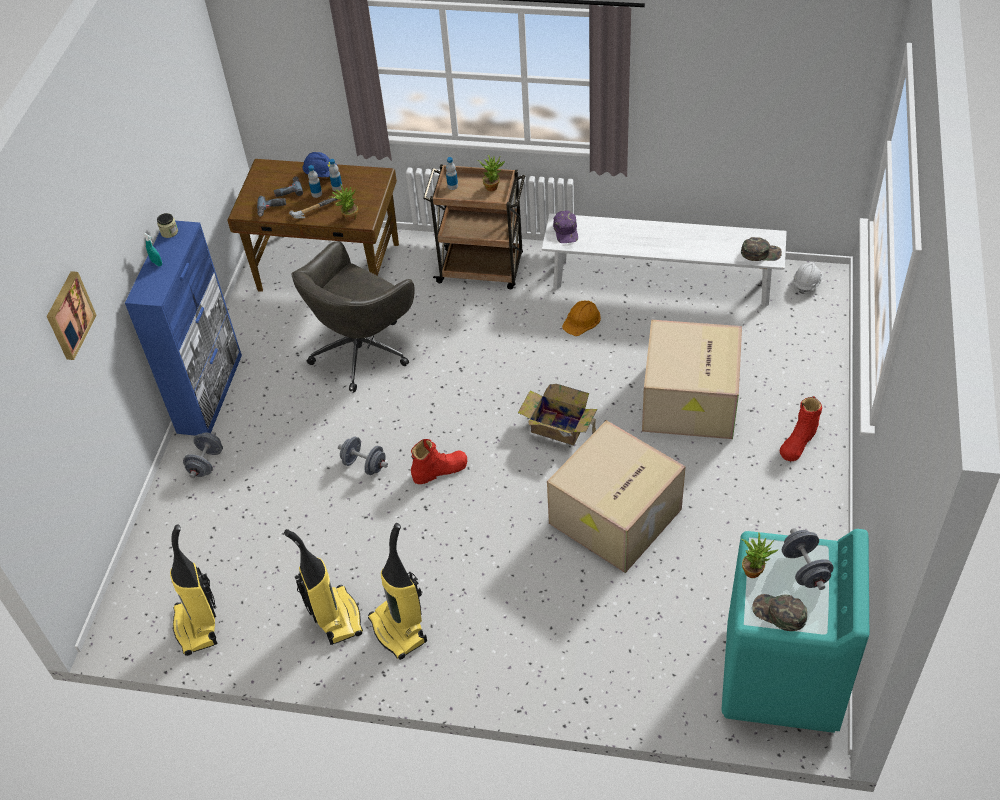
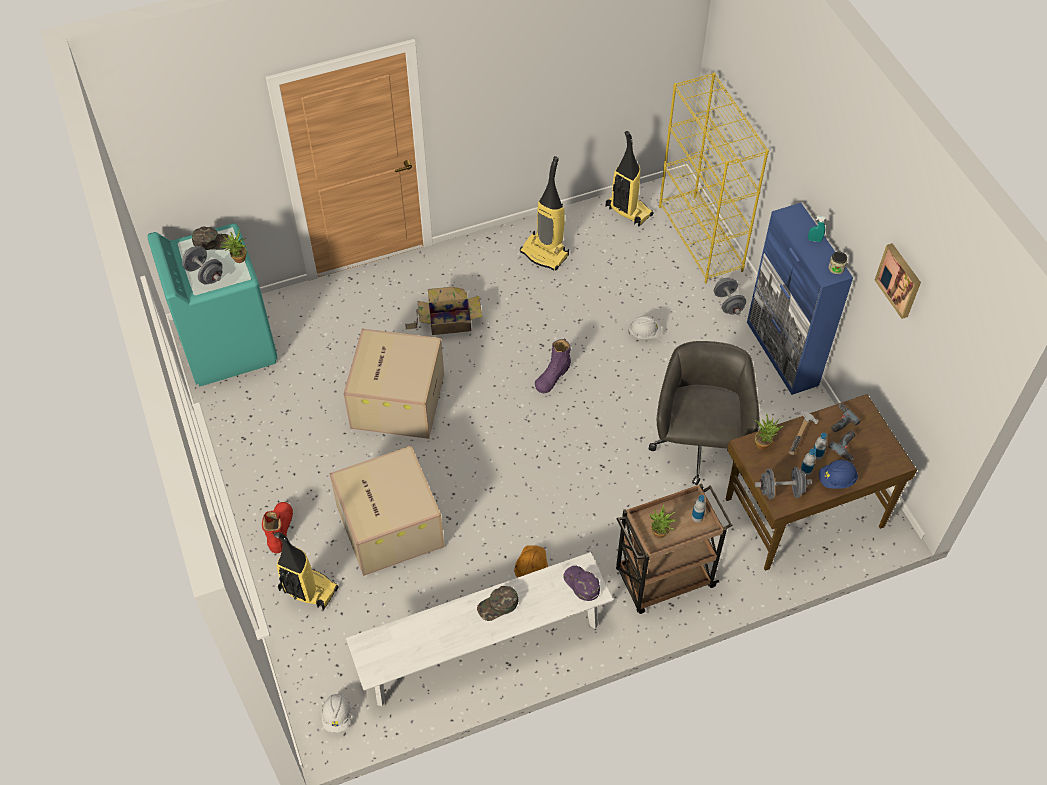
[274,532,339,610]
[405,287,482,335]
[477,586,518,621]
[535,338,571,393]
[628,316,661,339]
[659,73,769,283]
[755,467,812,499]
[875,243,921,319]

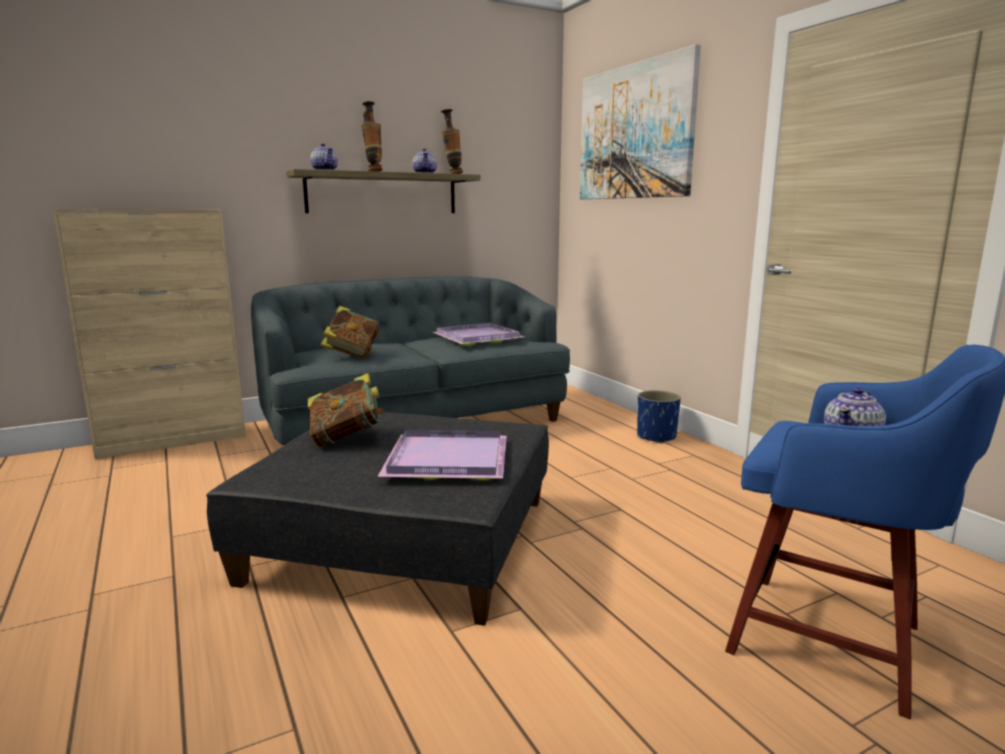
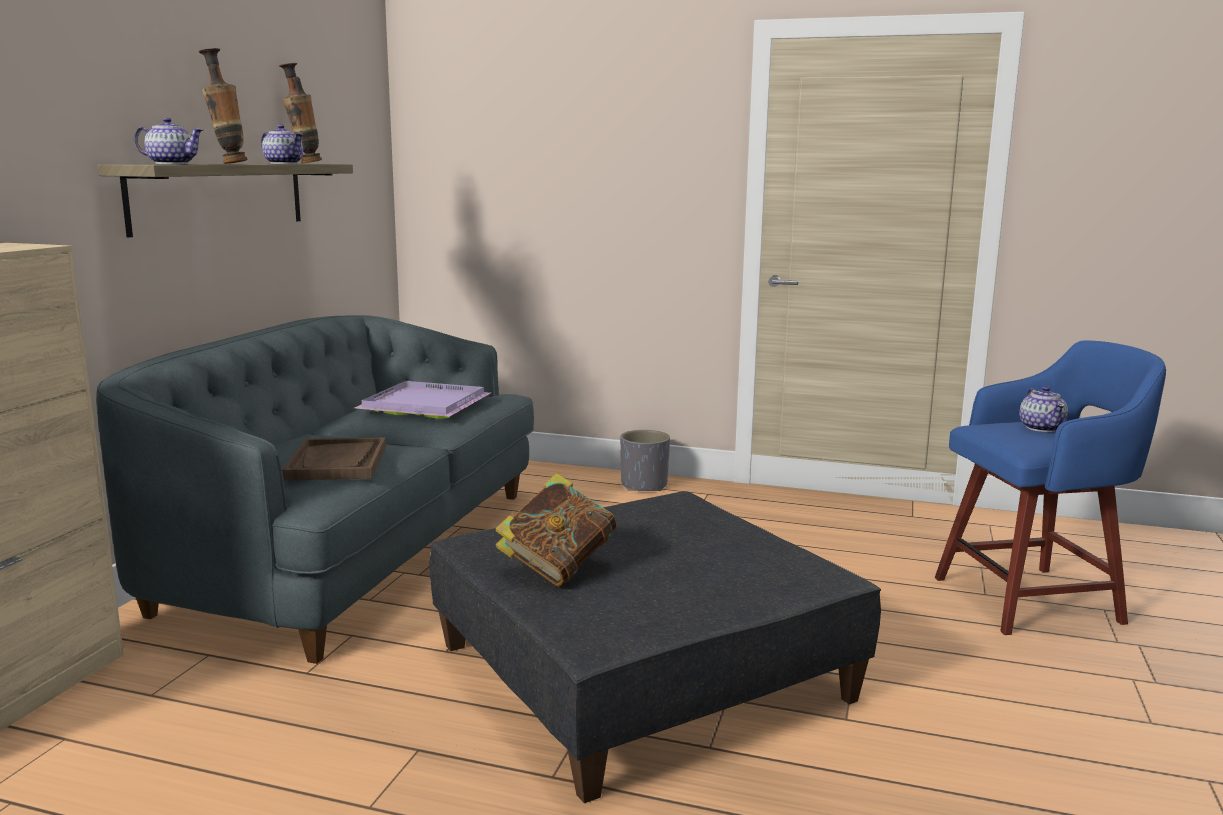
[282,438,386,480]
[620,430,670,491]
[377,430,507,481] (first image)
[580,44,701,199] (first image)

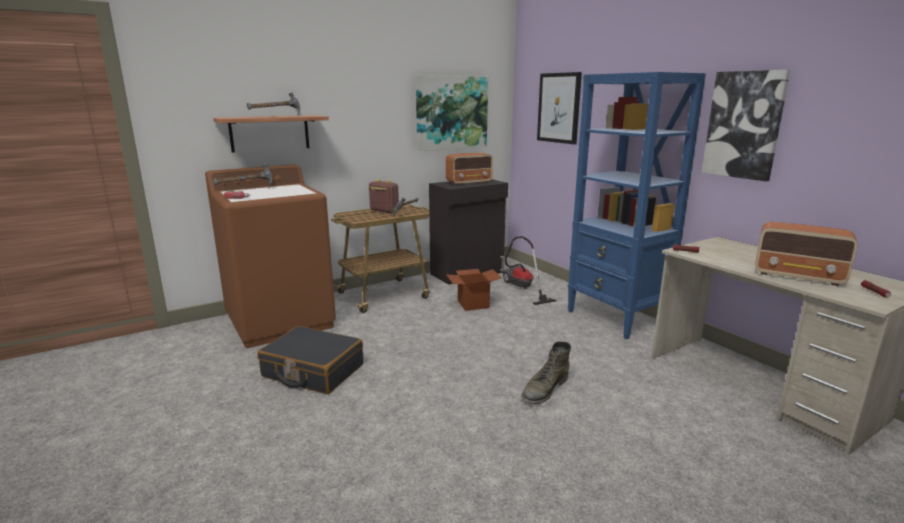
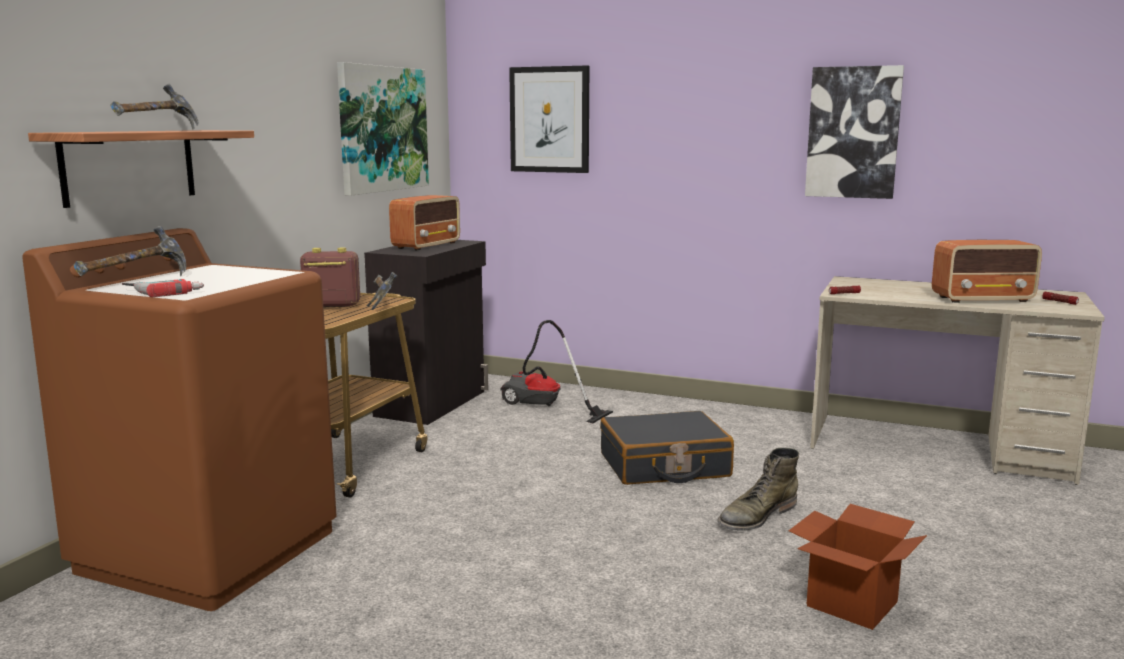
[600,411,734,485]
[717,448,799,531]
[789,504,927,630]
[568,72,706,339] (first image)

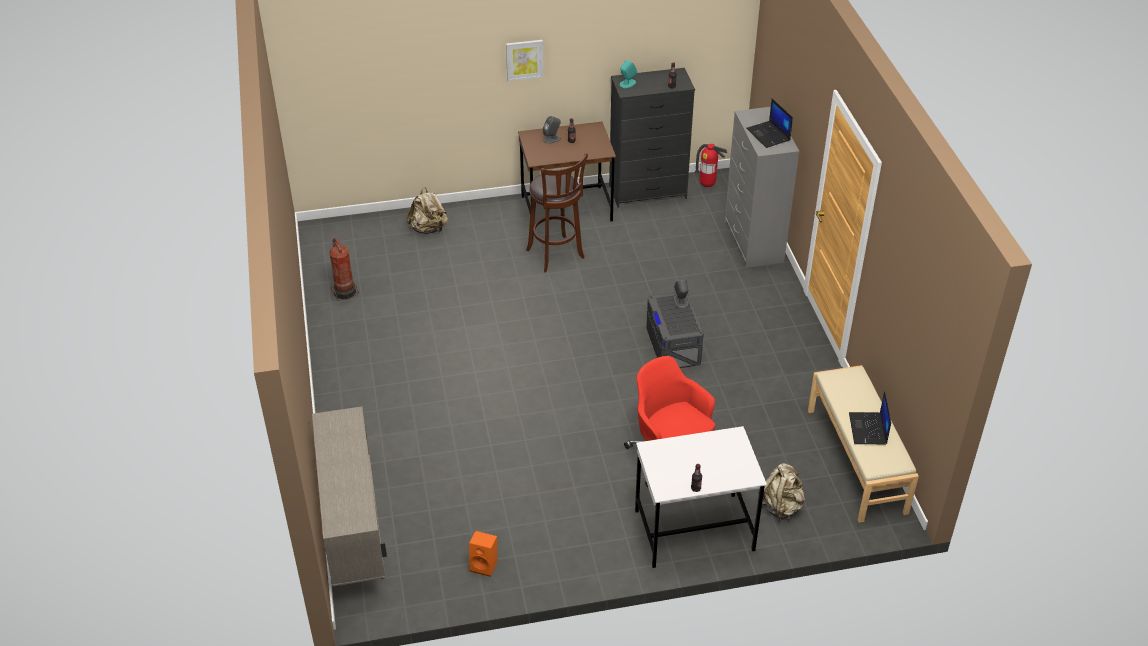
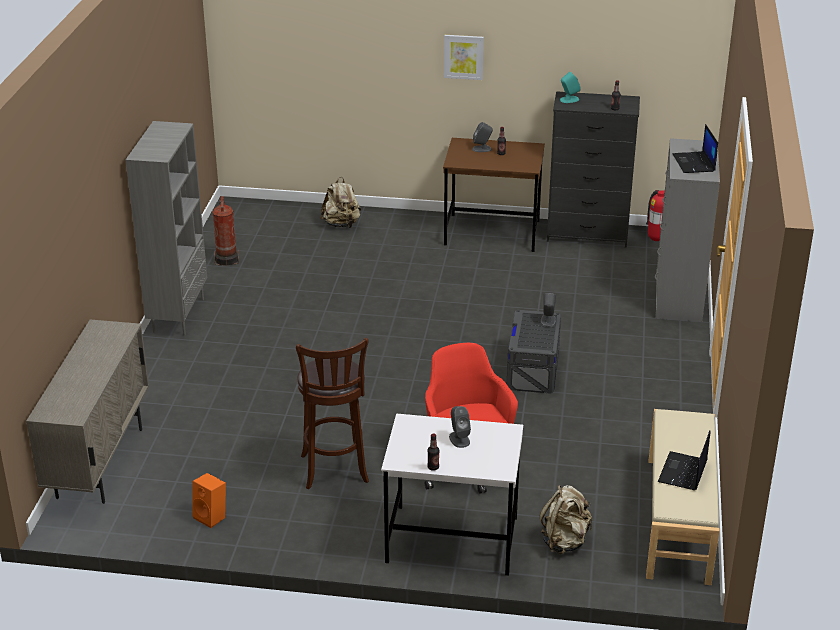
[126,121,207,336]
[296,338,369,489]
[449,406,471,448]

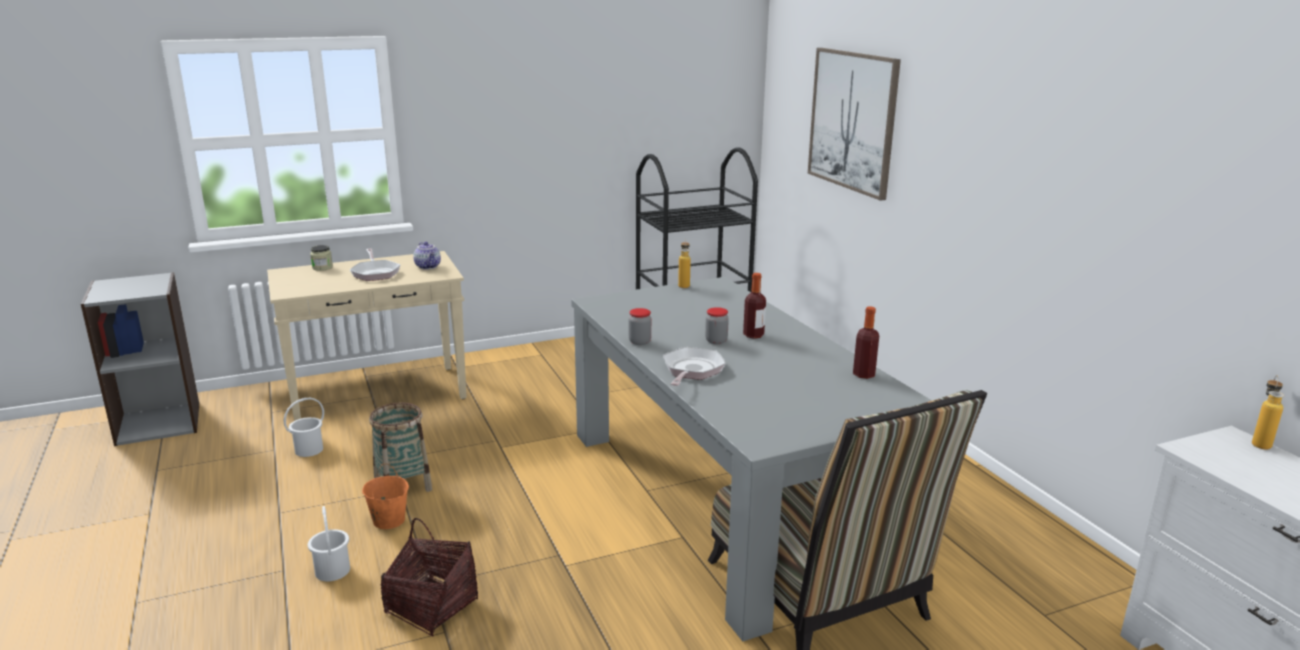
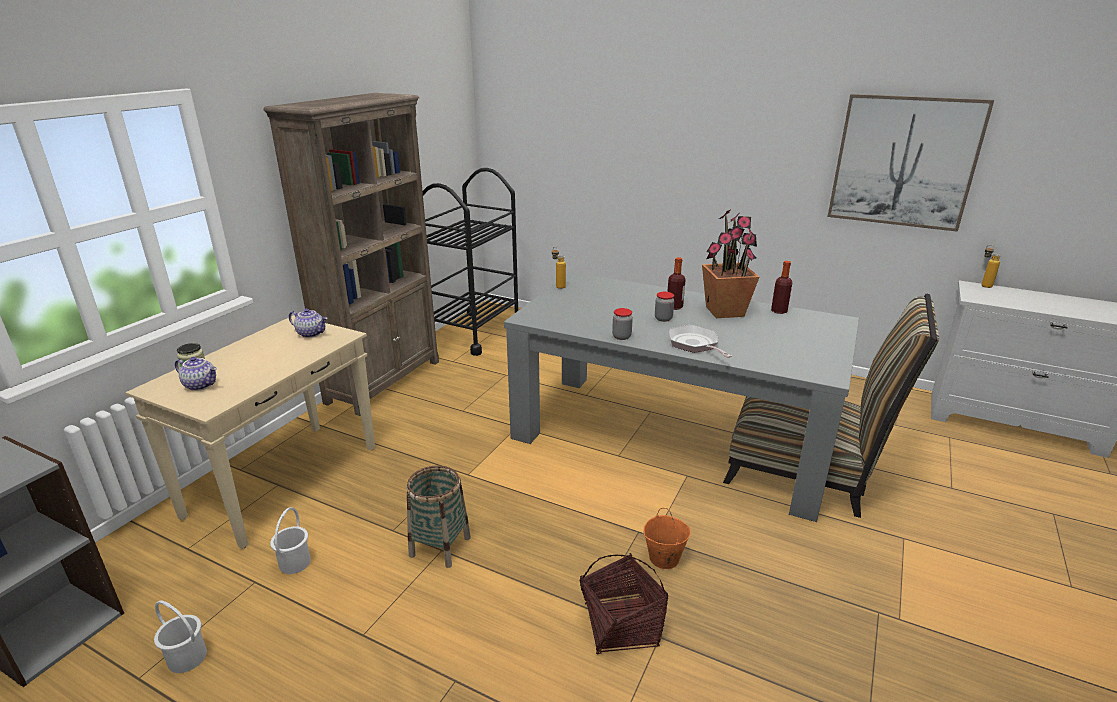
[154,601,207,673]
[175,357,217,391]
[263,93,439,416]
[643,508,691,569]
[702,209,759,318]
[827,94,994,232]
[350,248,400,281] (first image)

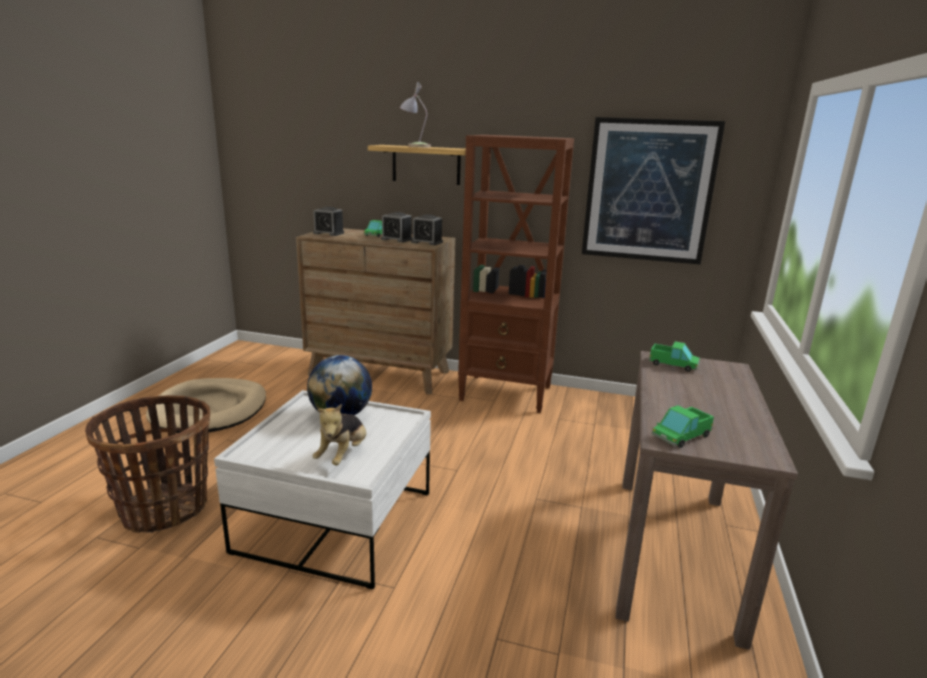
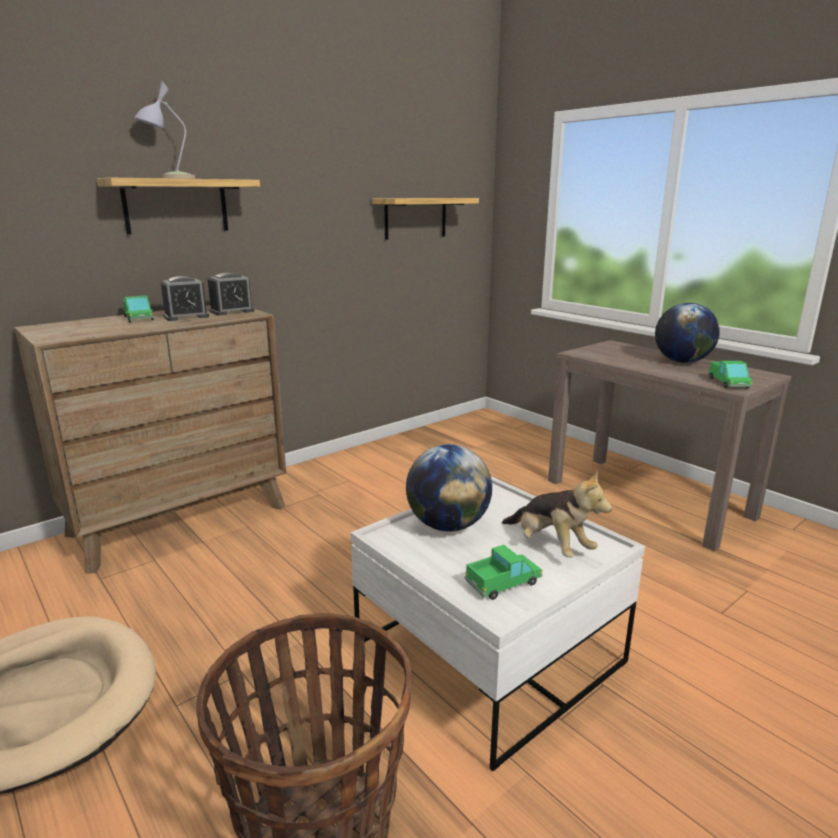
[372,198,479,240]
[465,545,543,600]
[655,303,720,363]
[313,207,344,236] (first image)
[458,135,574,413] (first image)

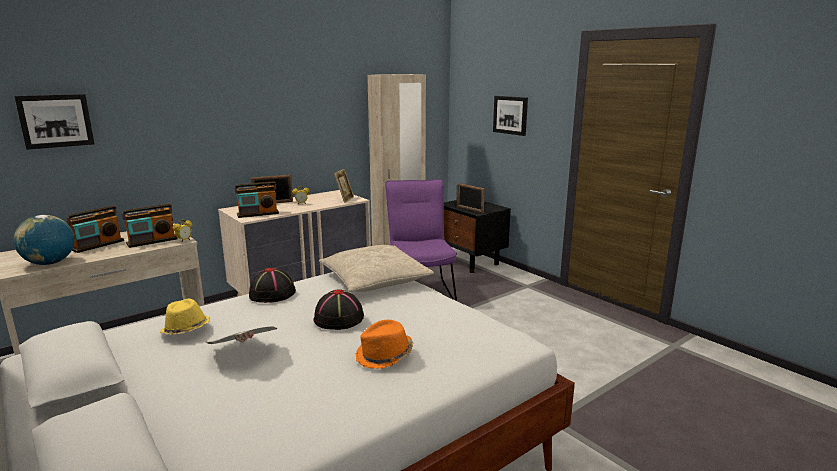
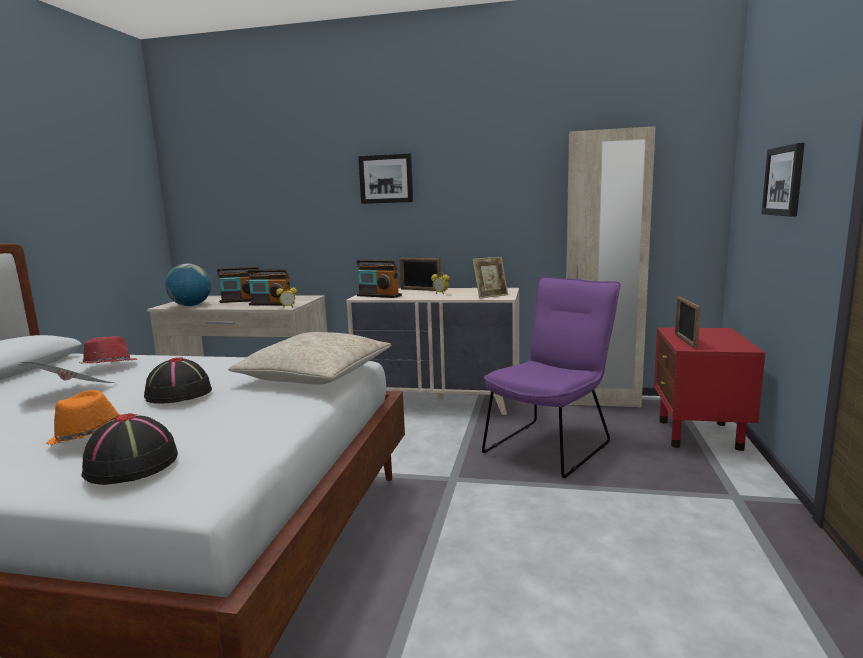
[79,336,136,364]
[81,413,178,485]
[358,153,413,204]
[654,327,765,451]

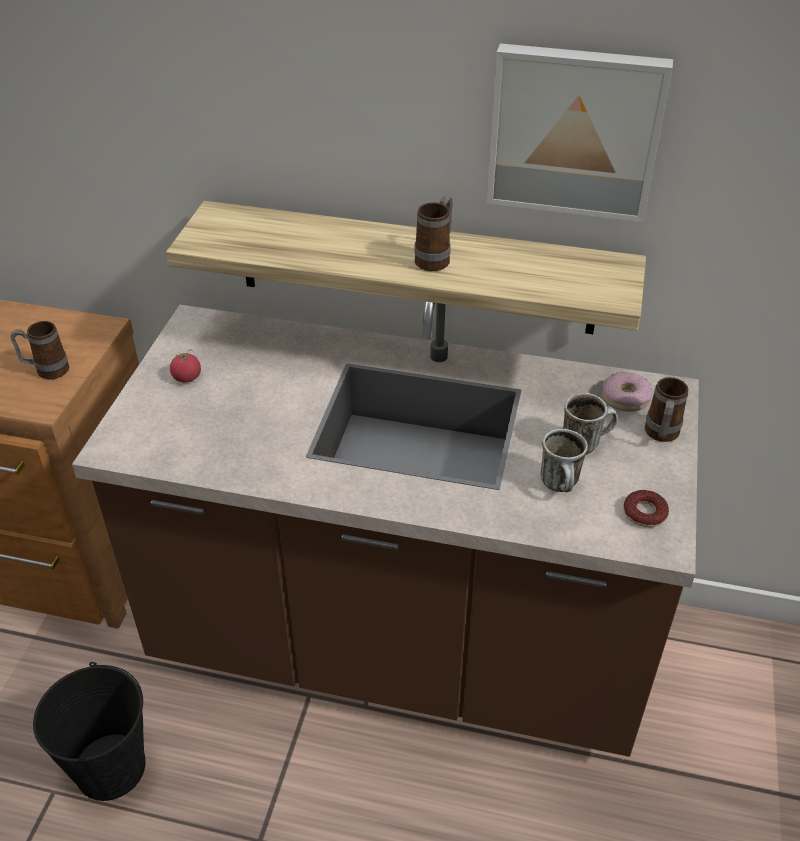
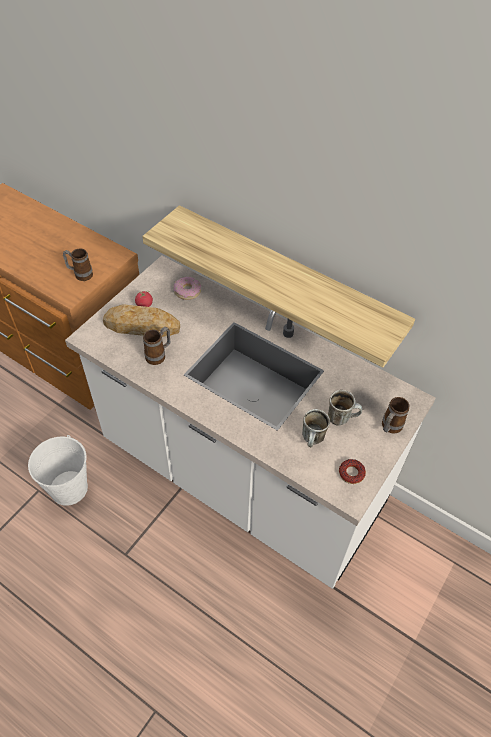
[28,435,88,506]
[65,256,436,589]
[103,304,180,337]
[143,327,170,365]
[174,277,201,300]
[486,43,673,222] (first image)

